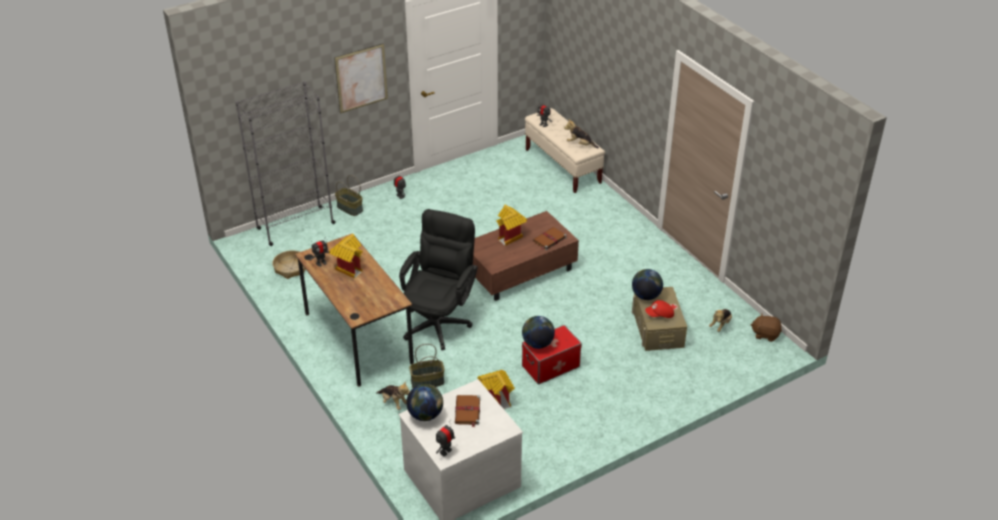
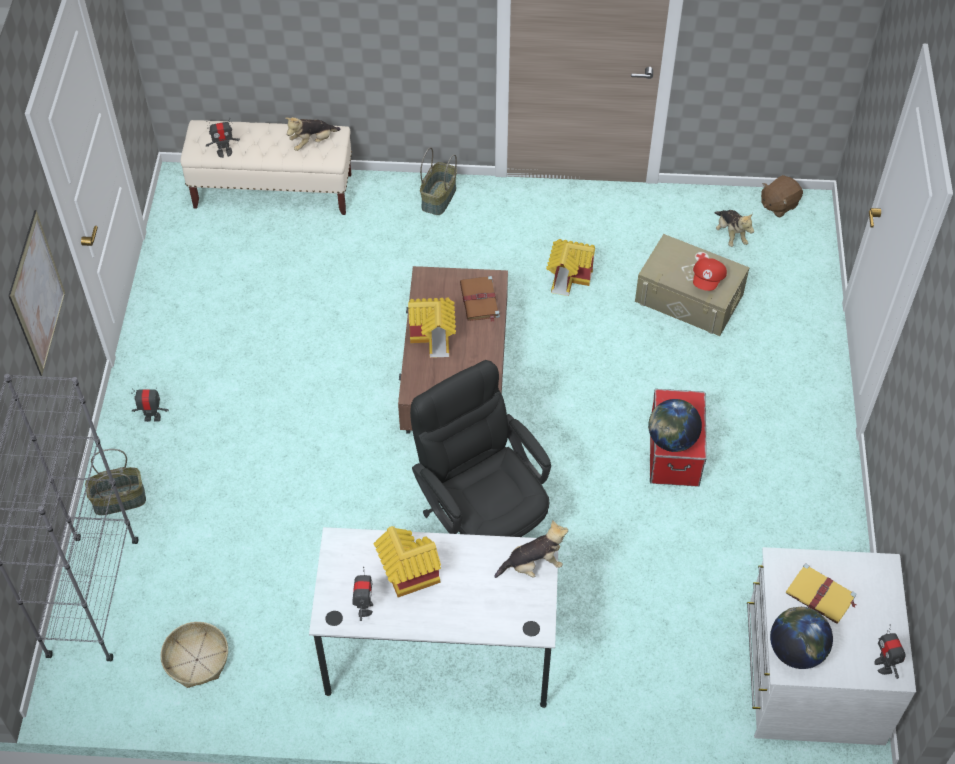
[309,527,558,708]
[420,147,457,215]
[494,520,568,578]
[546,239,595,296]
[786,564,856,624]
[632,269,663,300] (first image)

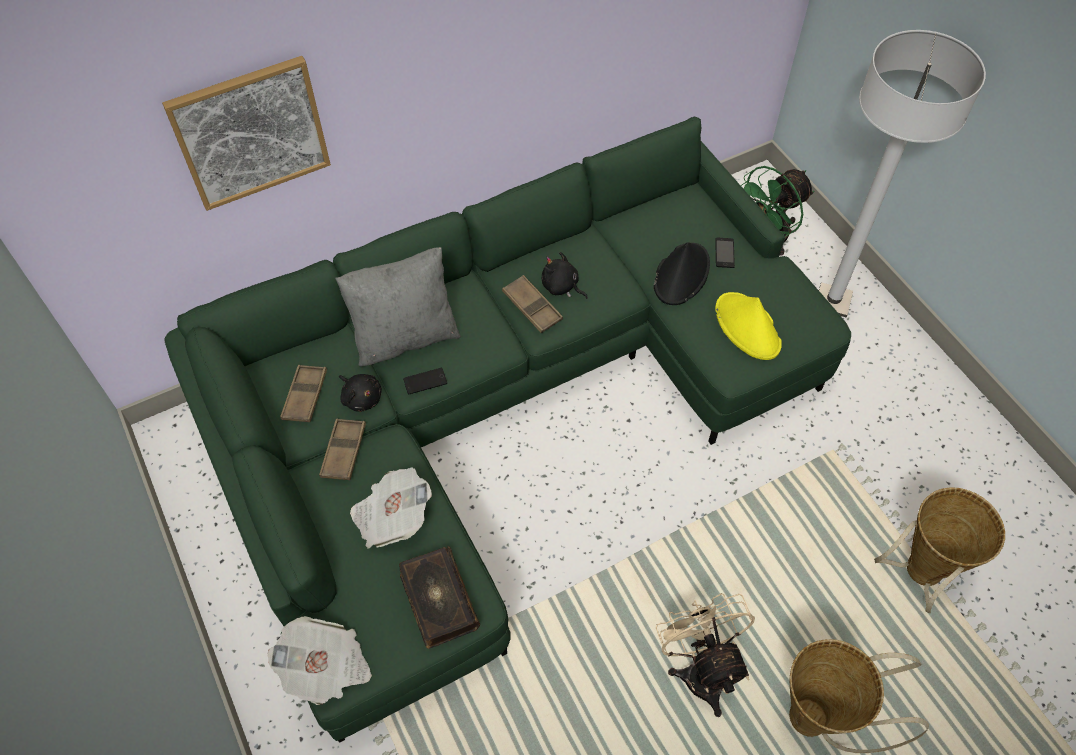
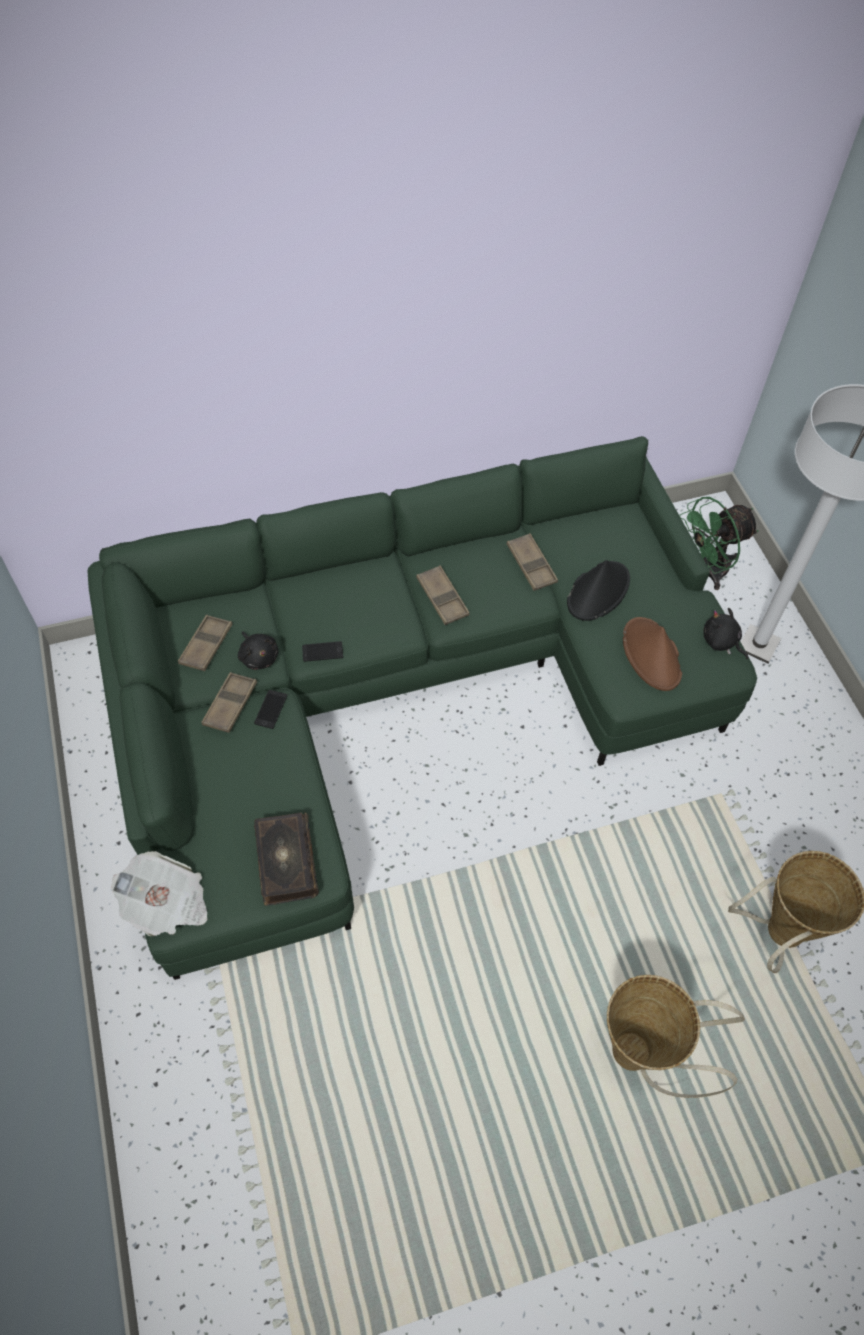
[254,690,287,729]
[507,533,558,591]
[623,617,682,691]
[704,608,748,659]
[162,56,331,211] (first image)
[335,247,461,367] (first image)
[350,467,432,549] (first image)
[656,593,755,717] (first image)

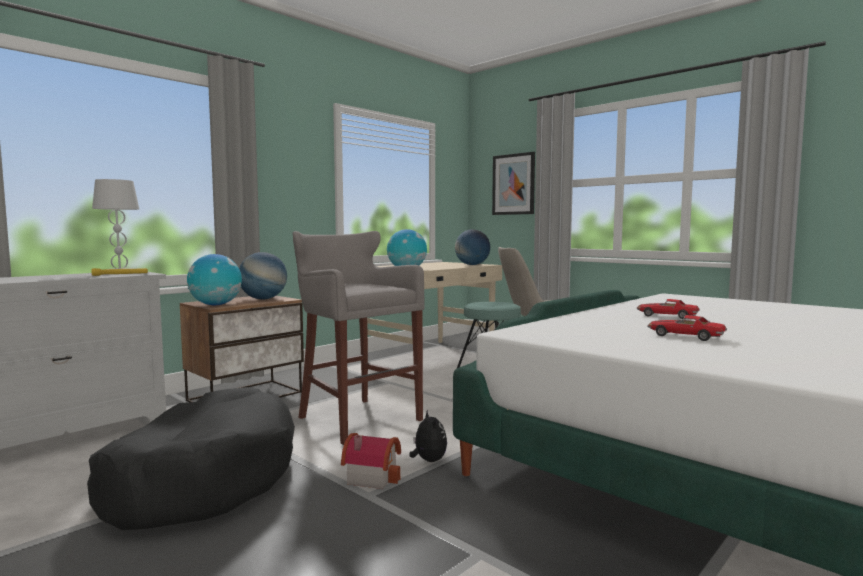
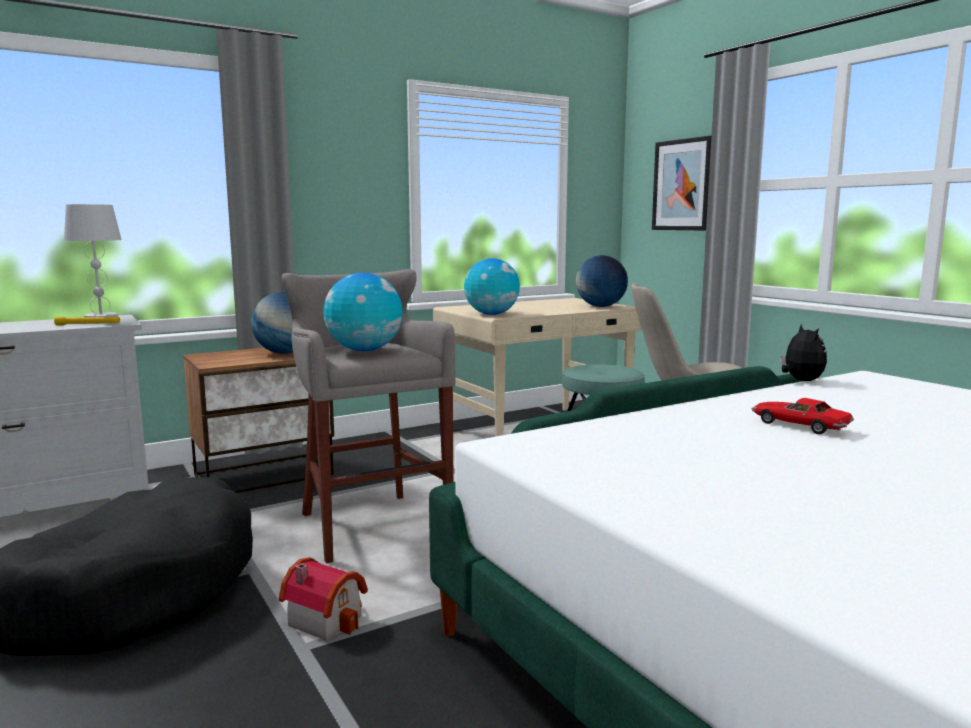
[323,273,403,351]
[780,323,827,381]
[647,315,727,341] (first image)

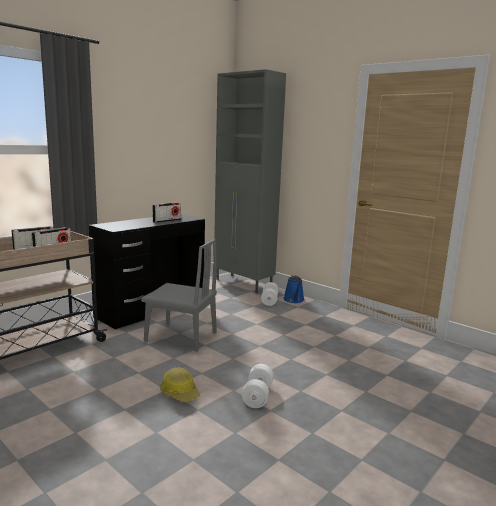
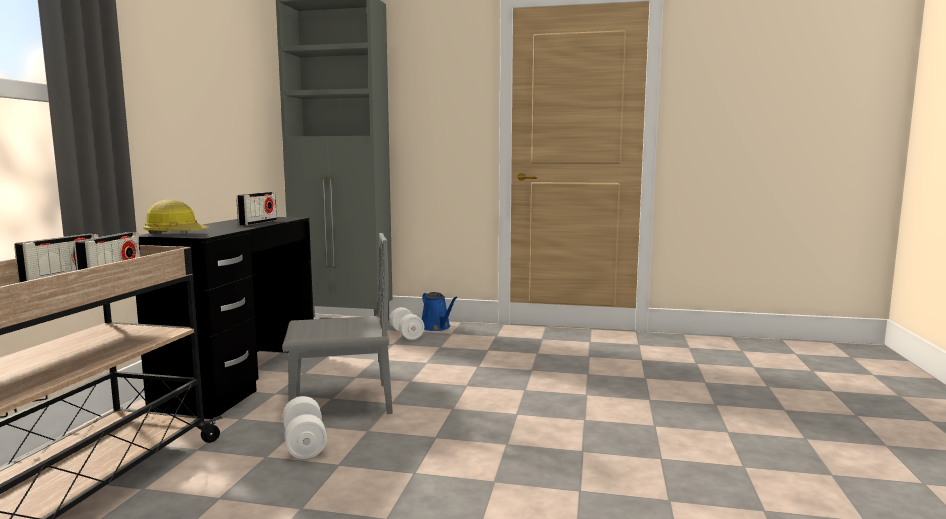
[144,199,209,234]
[283,396,327,459]

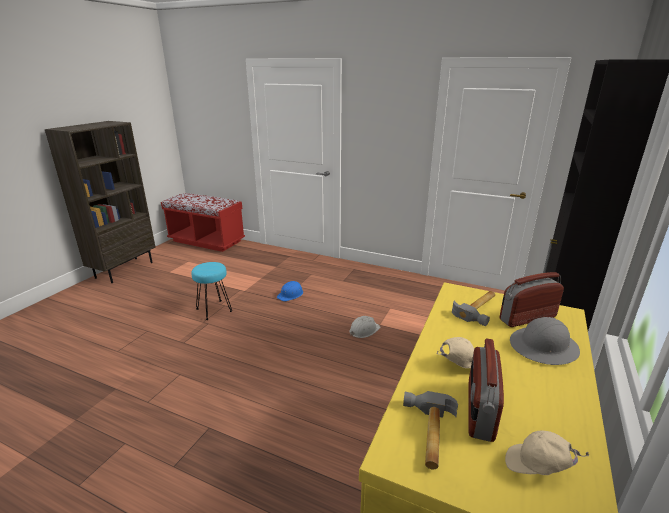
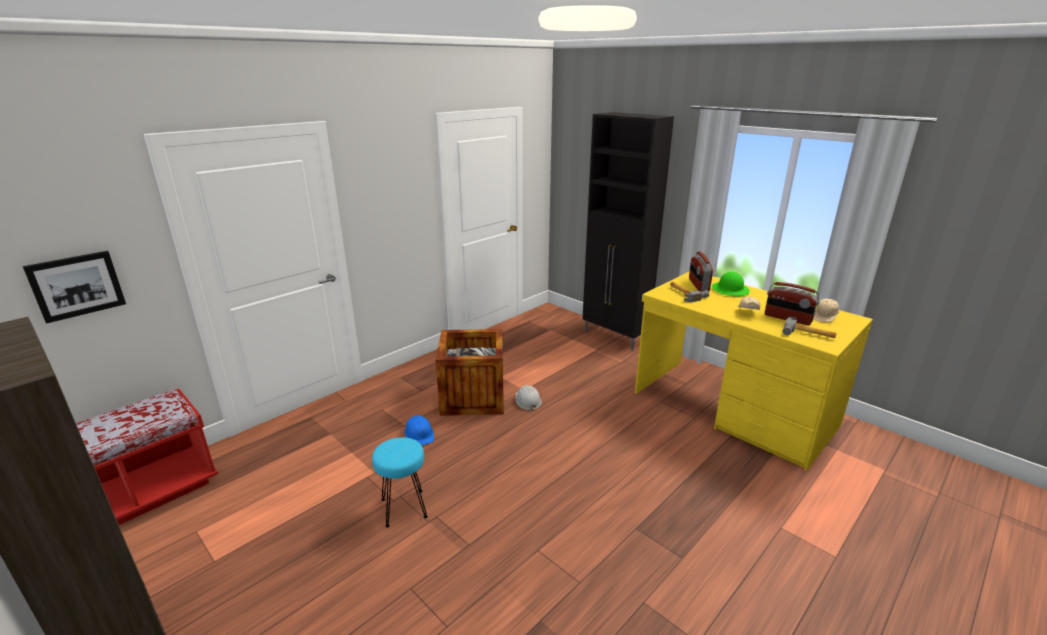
[23,251,126,324]
[435,329,504,416]
[712,271,750,296]

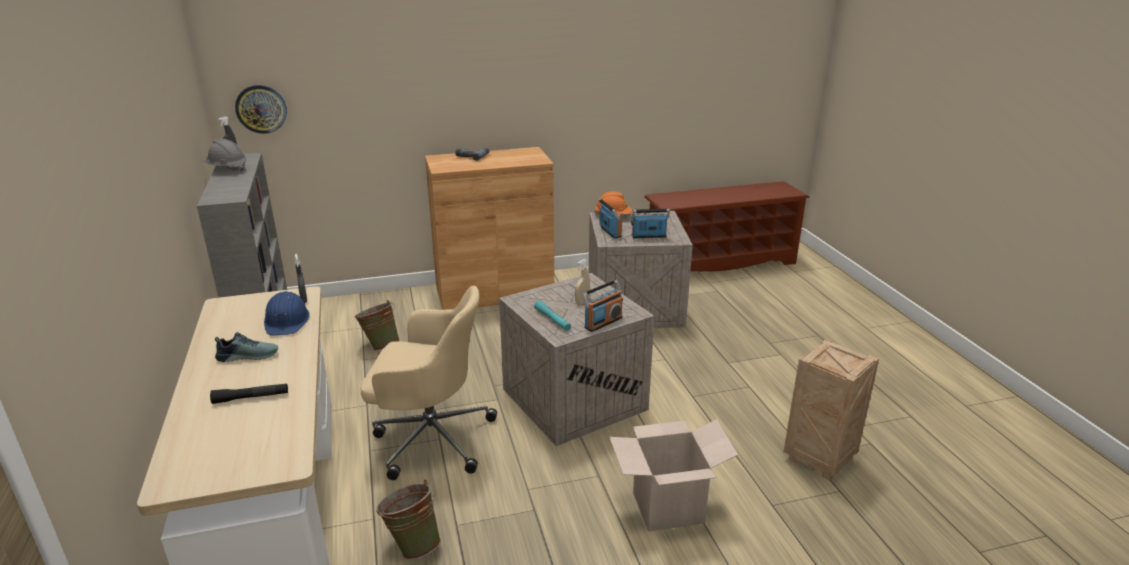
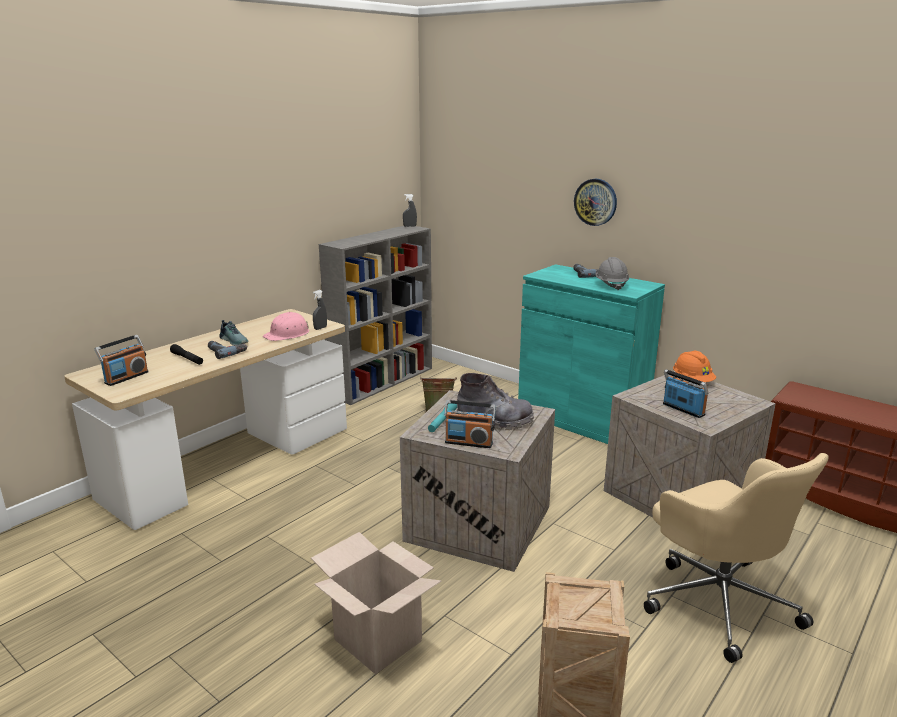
[95,335,149,386]
[208,341,248,359]
[263,312,309,341]
[457,373,534,430]
[518,264,665,444]
[574,179,617,226]
[595,257,629,290]
[644,453,829,663]
[376,479,441,560] (first image)

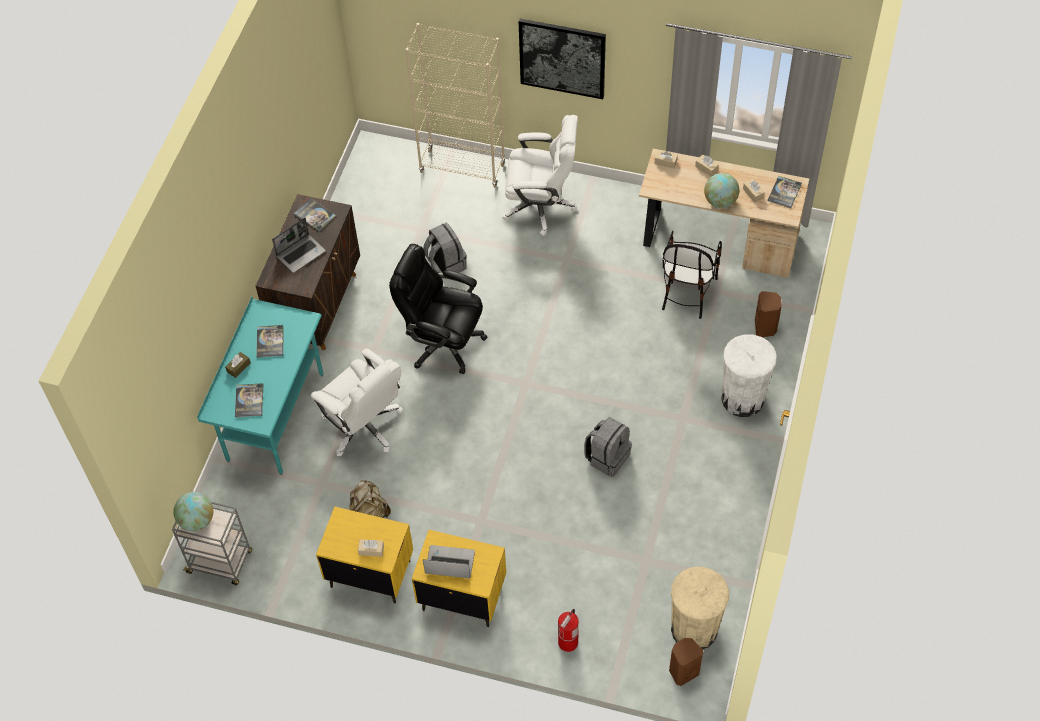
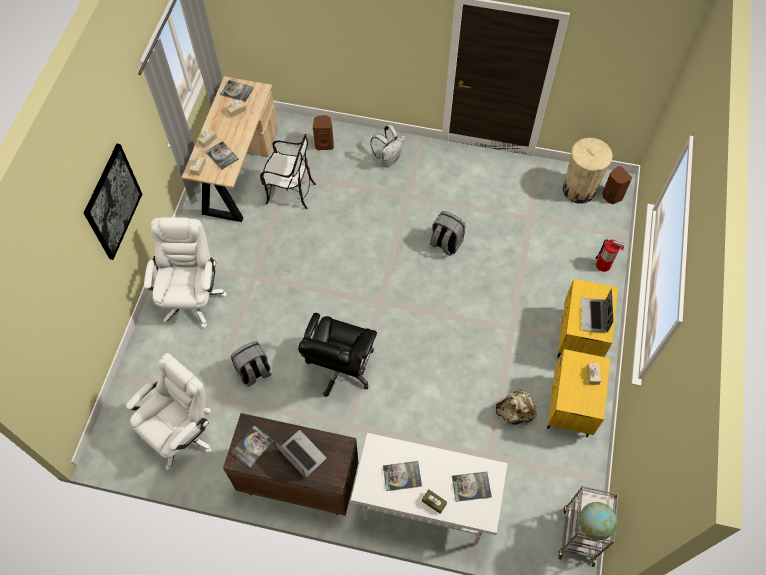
[126,353,212,471]
[205,141,239,170]
[350,433,508,545]
[370,125,406,167]
[406,23,506,188] (first image)
[704,173,739,208] (first image)

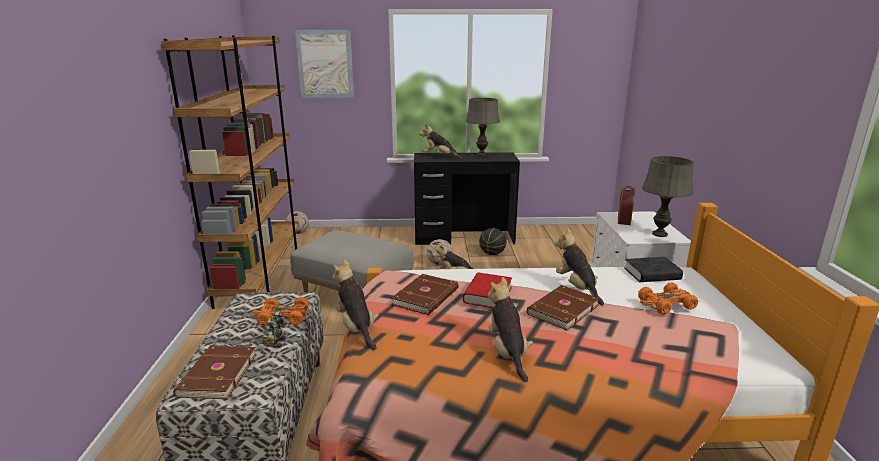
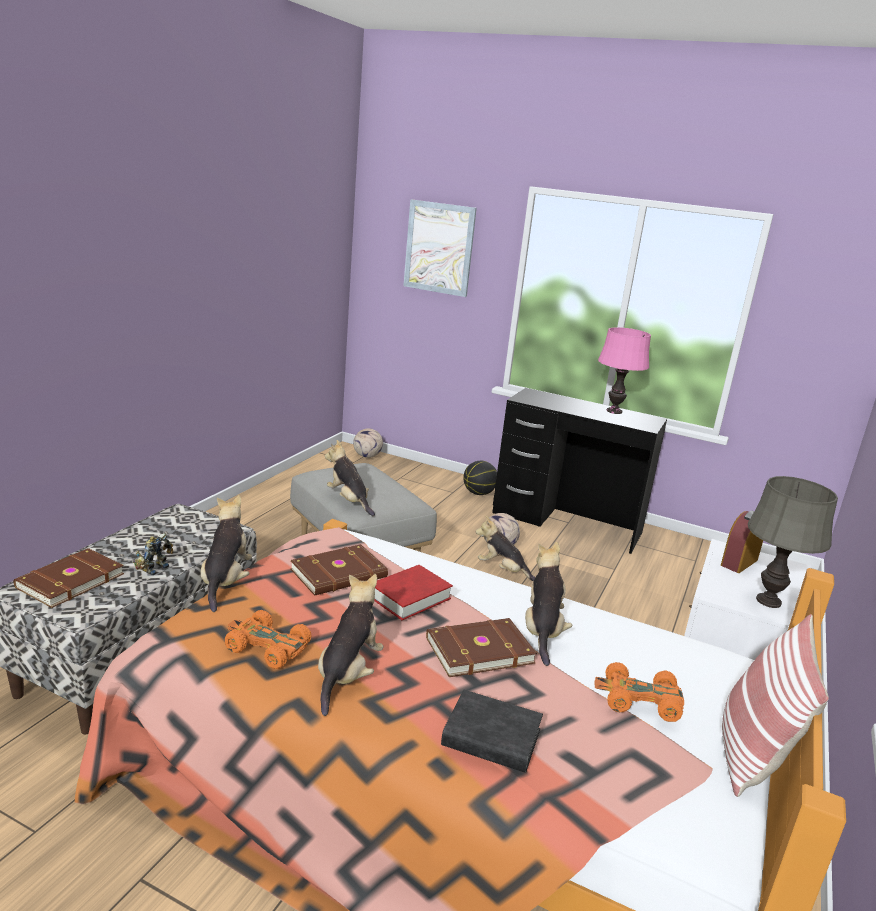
[225,610,311,669]
[325,440,375,516]
[441,690,543,773]
[463,461,497,495]
[598,327,651,414]
[722,614,829,797]
[161,35,299,309] (first image)

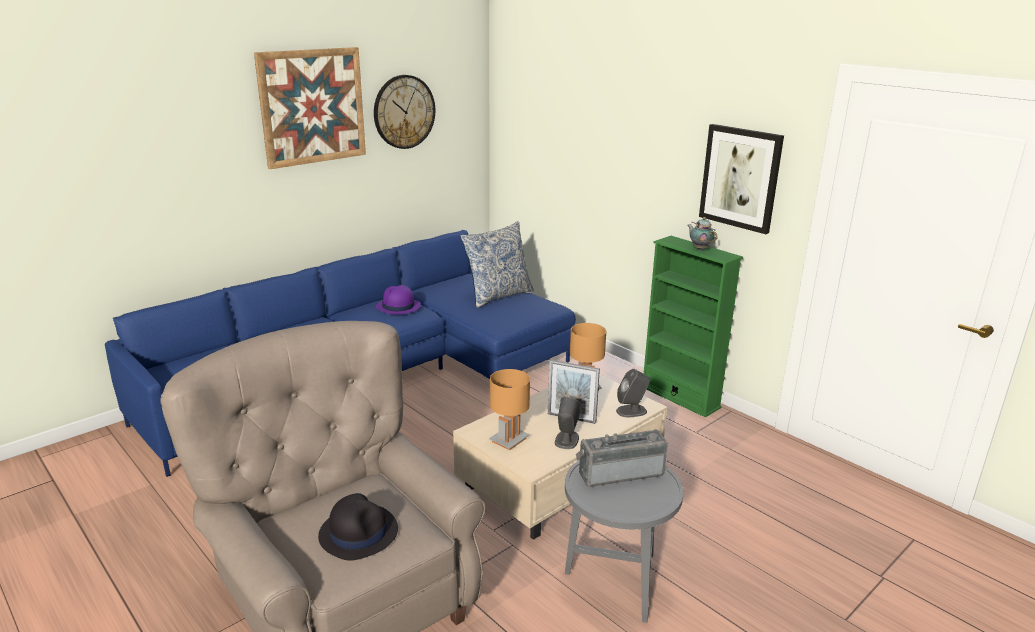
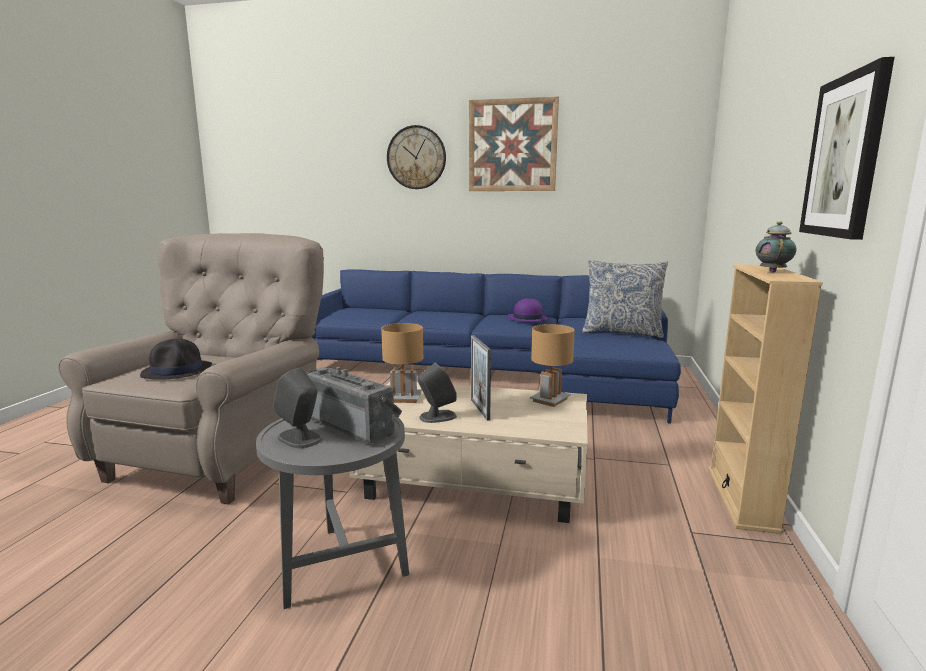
[273,368,322,448]
[387,125,446,189]
[708,264,823,534]

